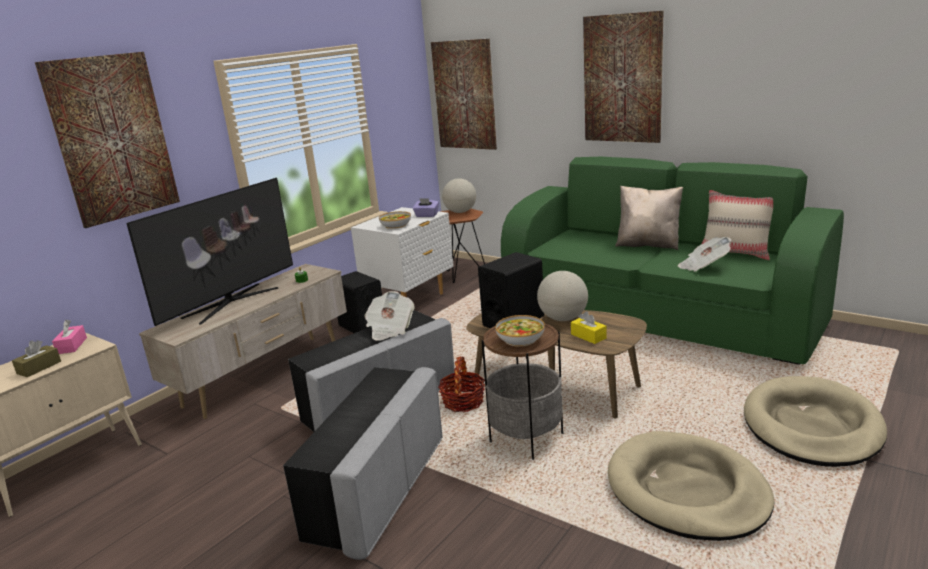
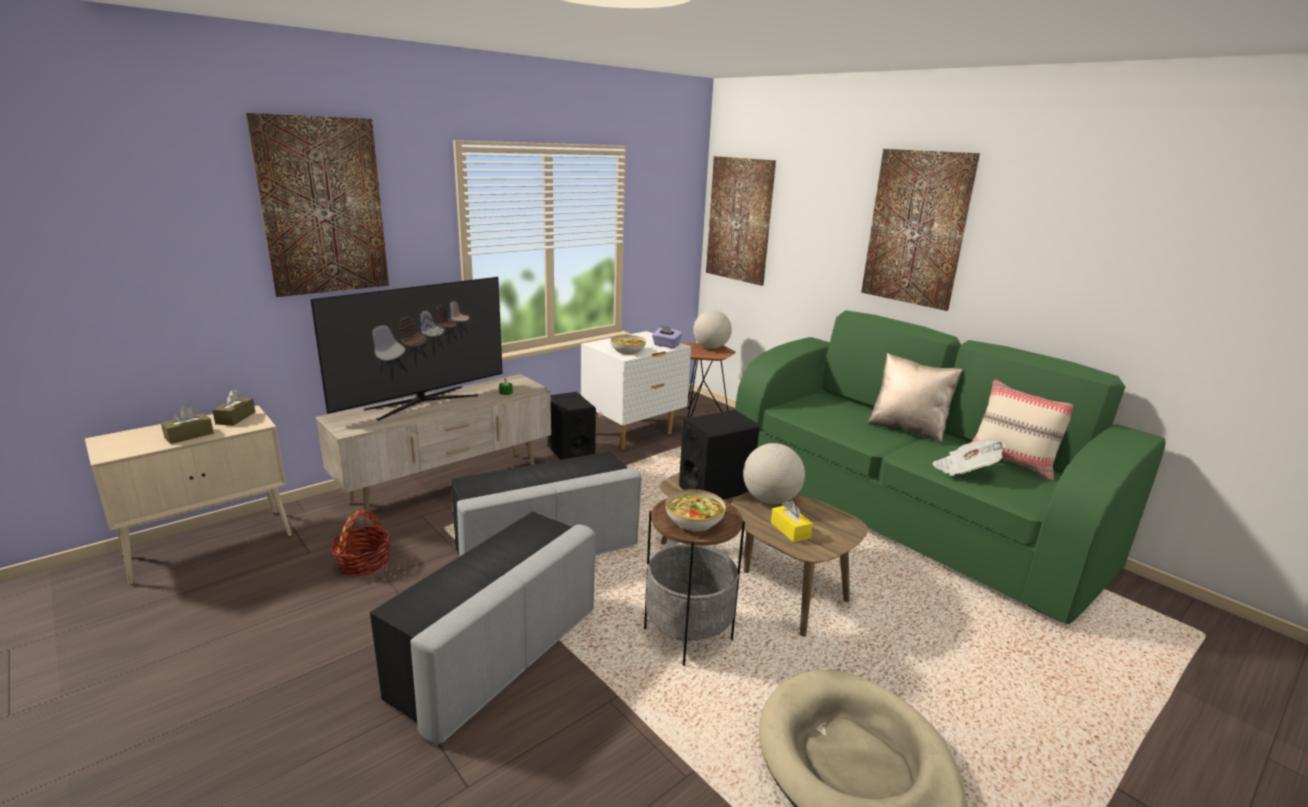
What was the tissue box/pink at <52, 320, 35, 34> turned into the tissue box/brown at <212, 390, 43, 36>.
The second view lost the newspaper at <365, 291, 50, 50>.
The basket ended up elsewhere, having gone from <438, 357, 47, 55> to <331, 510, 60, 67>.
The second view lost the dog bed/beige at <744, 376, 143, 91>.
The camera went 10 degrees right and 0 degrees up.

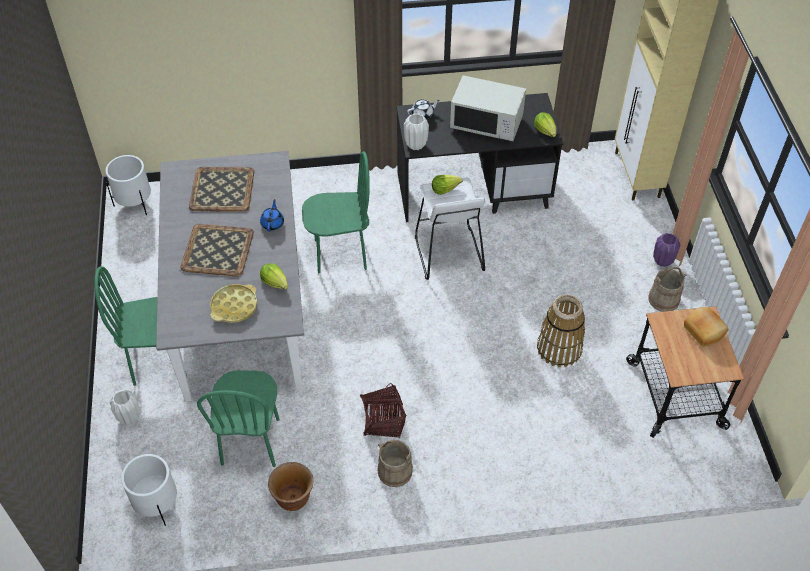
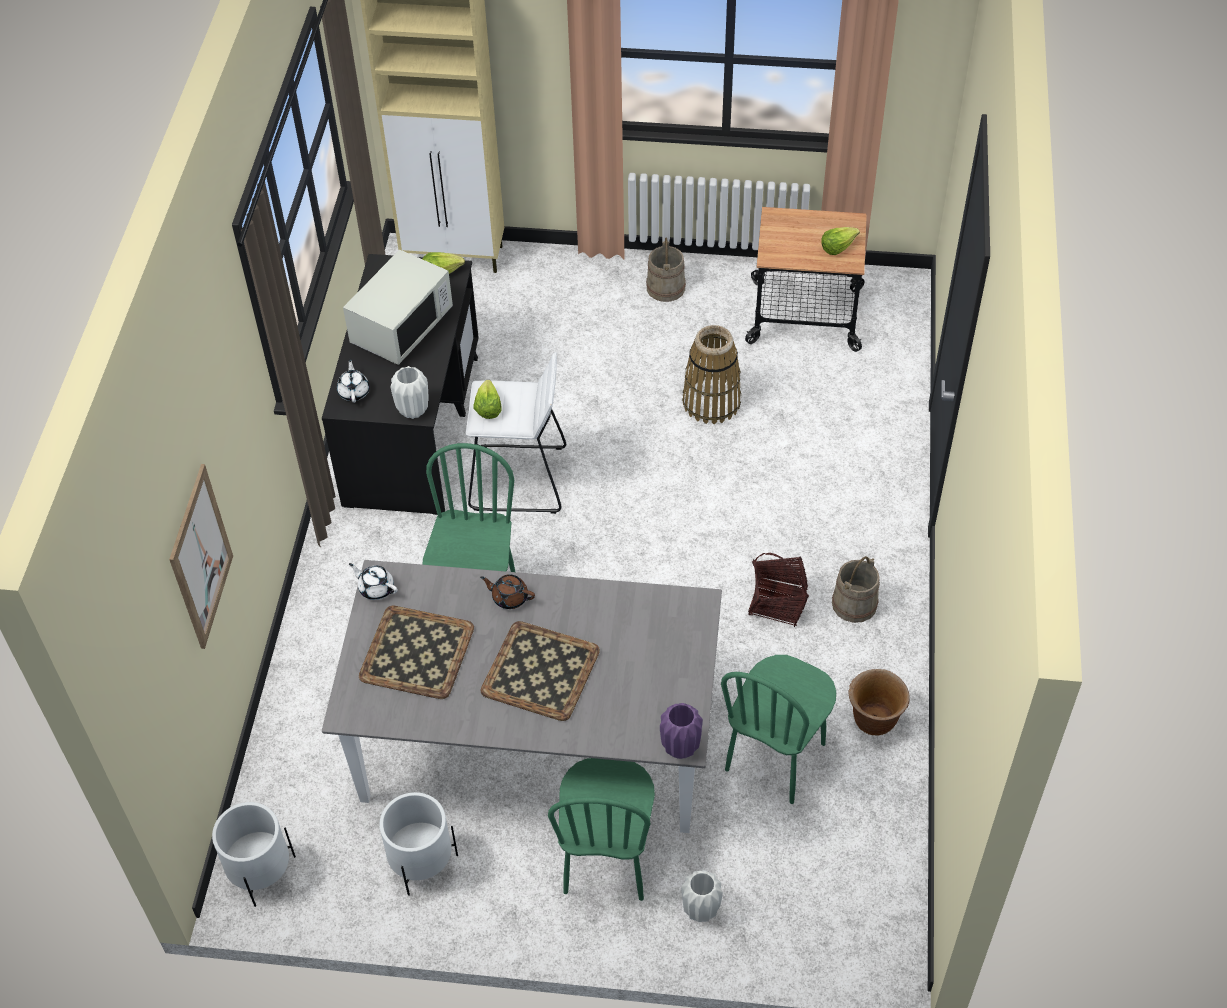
The planter/white ended up elsewhere, having gone from <121, 454, 56, 72> to <380, 792, 78, 104>.
The chair/green at <197, 370, 83, 97> ended up facing another way, 105 degrees clockwise from before.
The second view lost the tray/yellow at <210, 284, 47, 39>.
What was the teapot/blue at <260, 199, 24, 33> turned into the teapot/brown at <480, 574, 55, 35>.
The lettuce ended up elsewhere, having gone from <260, 263, 28, 27> to <821, 227, 39, 28>.
The vase/purple ended up elsewhere, having gone from <653, 233, 27, 34> to <660, 703, 43, 56>.
The second view lost the bread at <684, 307, 44, 39>.
The second view gained the picture at <169, 464, 64, 185>.
The second view gained the teapot/white at <349, 563, 49, 37>.
The camera went 75 degrees left and 0 degrees up.

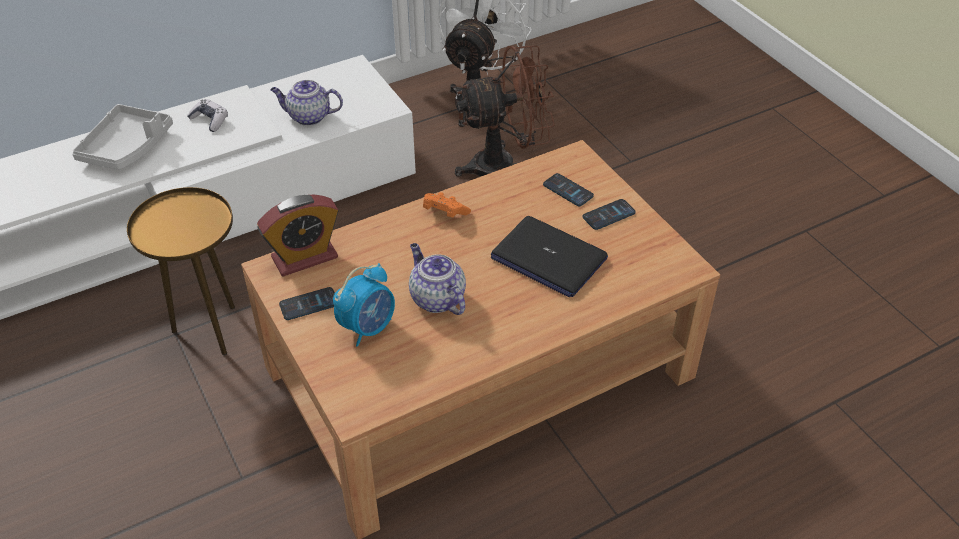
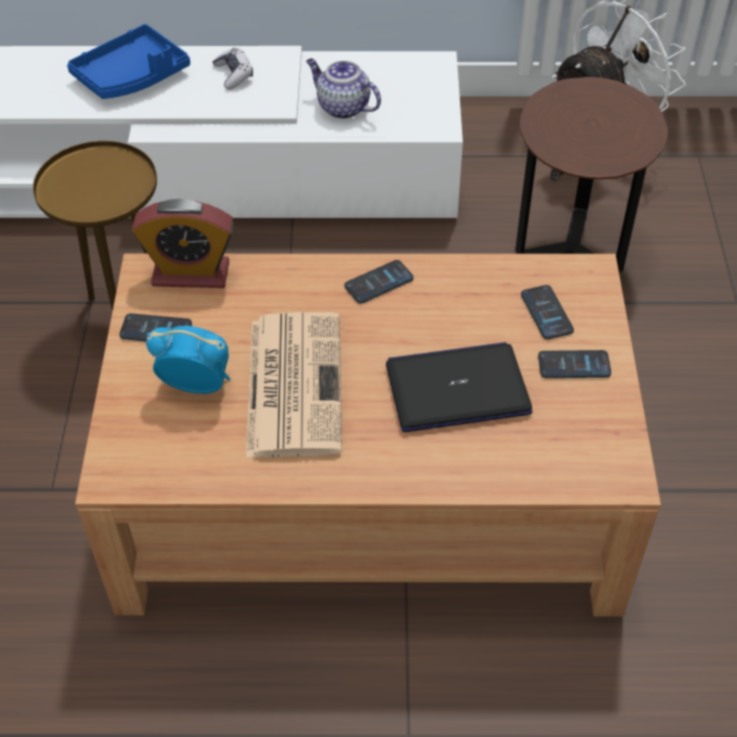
What was the tray/grey at <72, 104, 101, 66> turned into the tray/blue at <67, 24, 123, 75>.
The alarm clock at <333, 263, 62, 84> ended up facing another way, 150 degrees counterclockwise from before.
Where the teapot stood at <409, 243, 57, 72>, the newspaper came to stand at <246, 312, 96, 146>.
Where the game controller/orange stood at <423, 192, 48, 26>, the phone came to stand at <344, 260, 69, 43>.
Where the fan/brown stood at <455, 45, 100, 132>, the side table/brown came to stand at <515, 77, 153, 197>.
The laptop at <491, 216, 117, 81> ended up facing another way, 105 degrees clockwise from before.
The camera went 30 degrees right and 5 degrees up.

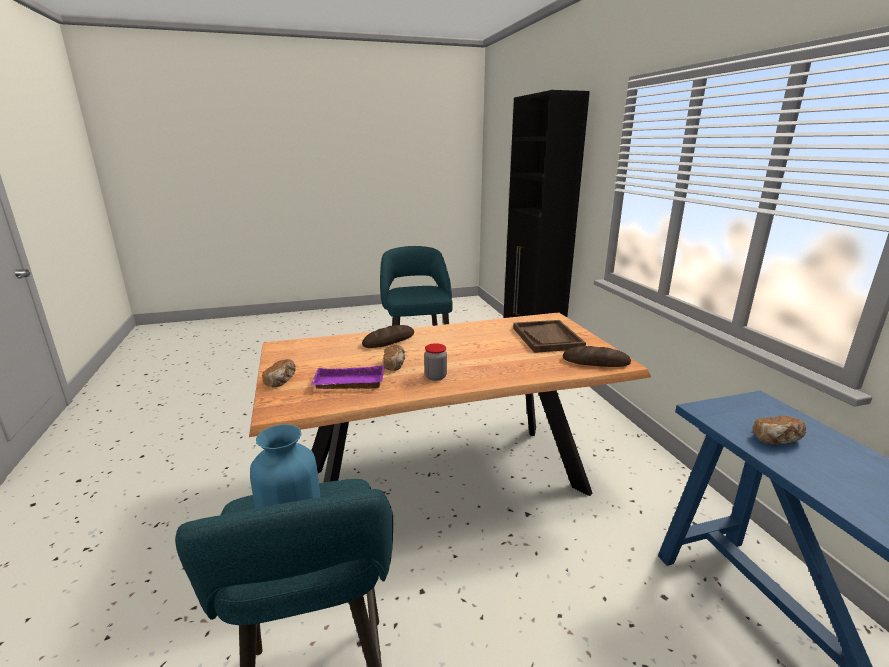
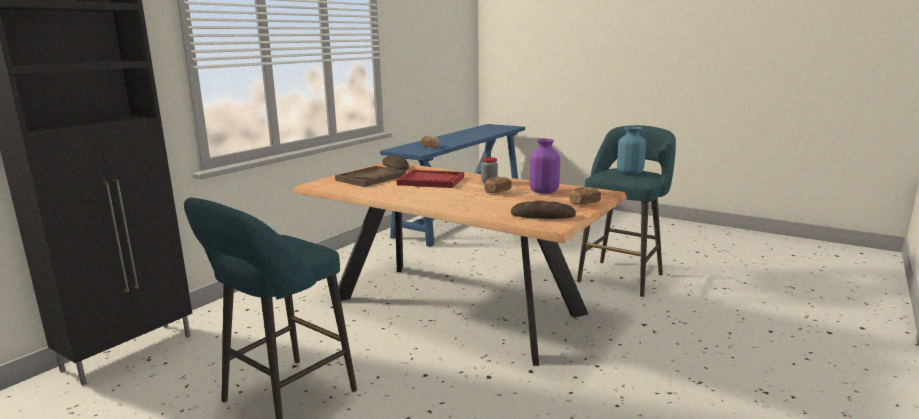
Where the tray/purple stood at <311, 365, 74, 24>, the vase/purple came to stand at <530, 139, 30, 55>.
The bread ended up elsewhere, having gone from <362, 325, 52, 23> to <511, 201, 65, 18>.
The second view gained the tray/red at <397, 170, 67, 18>.
The camera went 130 degrees left and 5 degrees down.

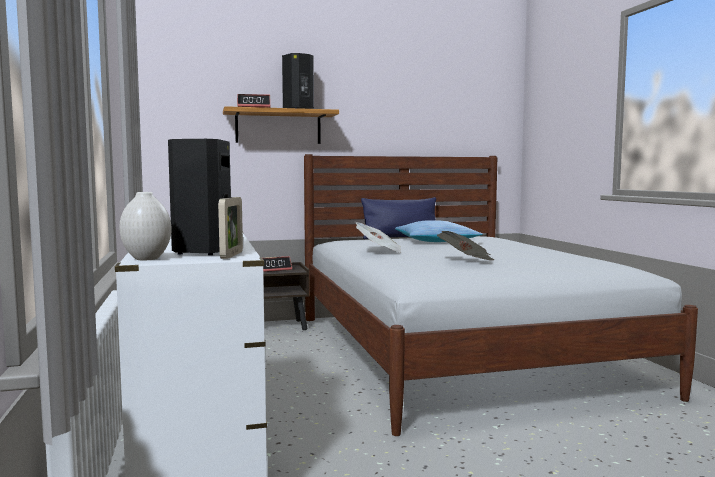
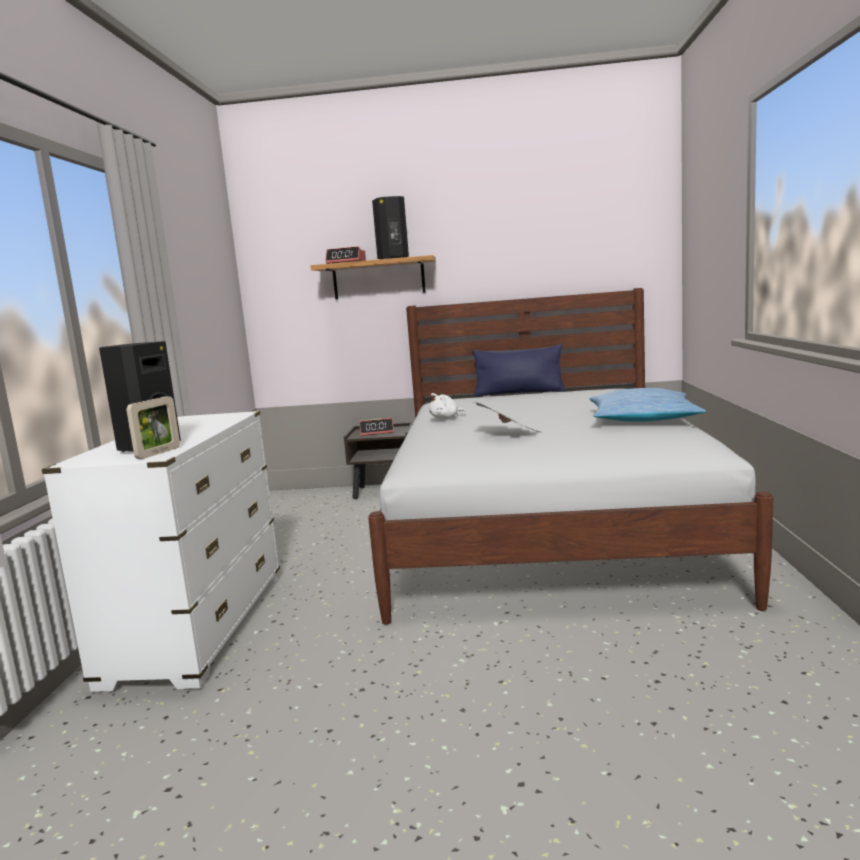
The second view lost the vase/white at <119, 192, 53, 68>.
Where the newspaper stood at <355, 222, 47, 31>, the plush toy/white came to stand at <429, 393, 37, 26>.
The pillow ended up elsewhere, having gone from <395, 220, 88, 22> to <590, 388, 116, 34>.
The camera went 20 degrees right and 5 degrees up.

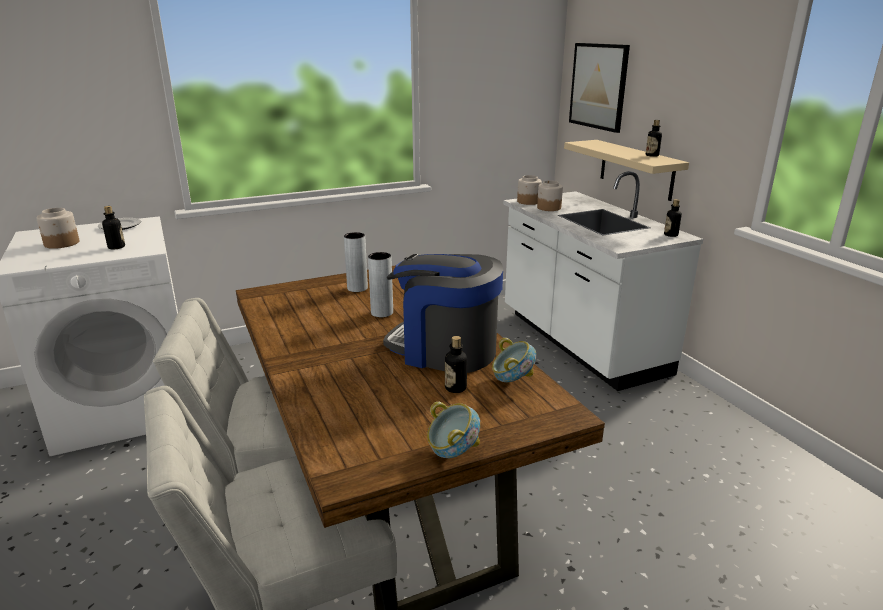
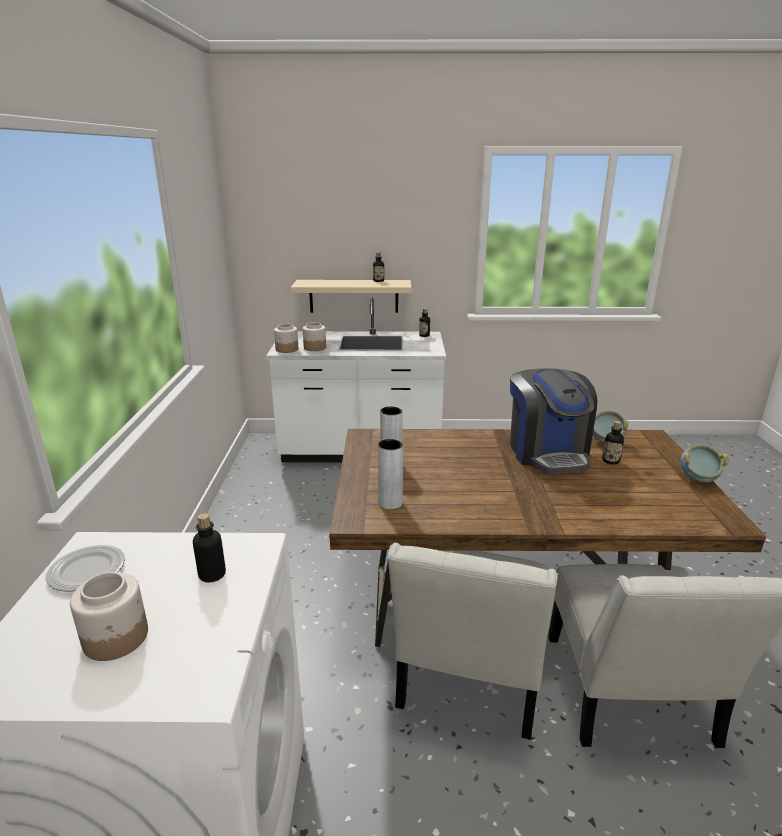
The vase/grey ended up elsewhere, having gone from <368, 252, 25, 65> to <378, 439, 25, 70>.
The coffee machine at <383, 254, 120, 119> ended up facing another way, 60 degrees counterclockwise from before.
The second view lost the picture at <569, 43, 61, 90>.
The camera went 65 degrees left and 0 degrees up.

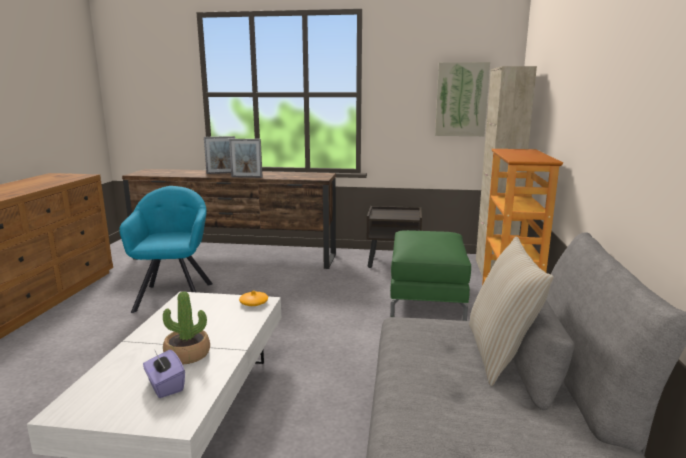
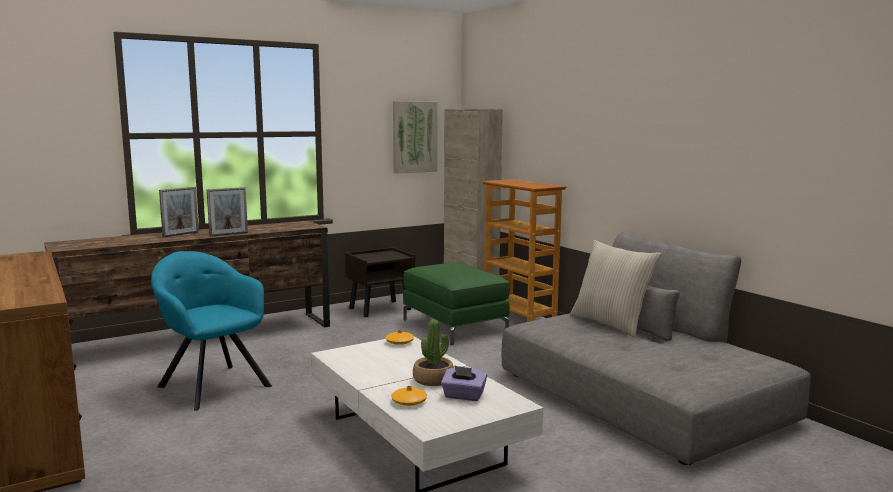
The second view gained the vase/orange at <391, 386, 36, 20>.
The camera went 40 degrees left and 5 degrees down.

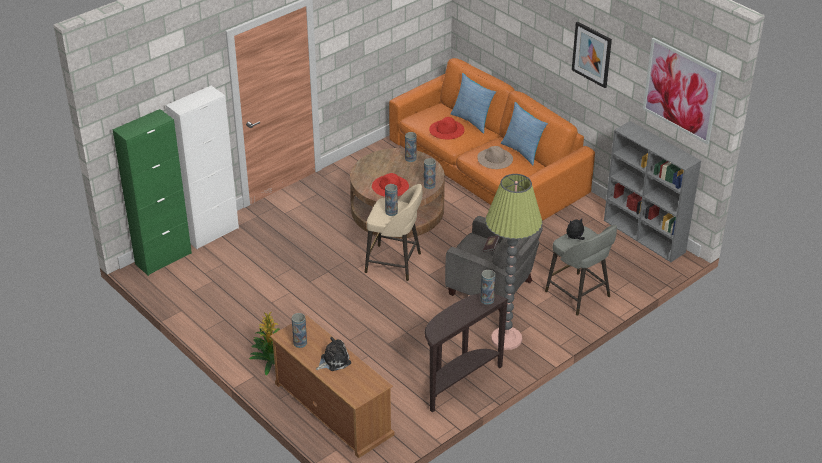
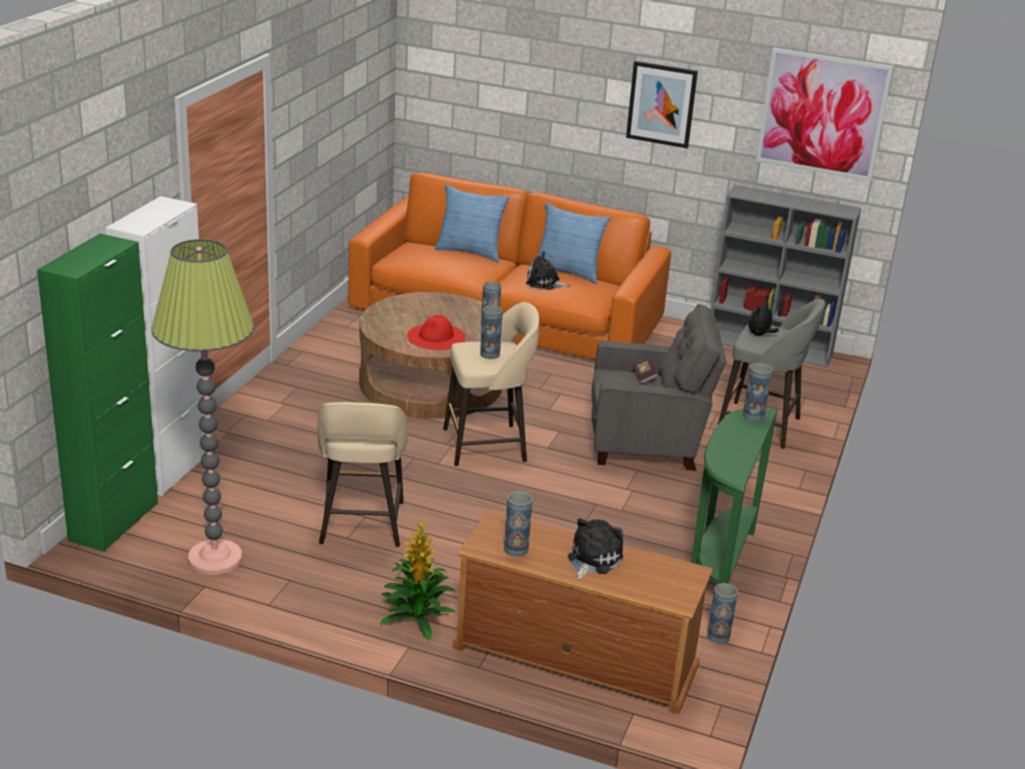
The vase ended up elsewhere, having gone from <405, 132, 12, 30> to <707, 583, 31, 61>.
What was the console table/brown at <425, 293, 83, 119> turned into the console table/green at <691, 408, 87, 176>.
The second view lost the hat/red at <429, 117, 35, 22>.
Where the hat/beige stood at <477, 146, 36, 23>, the plush toy came to stand at <526, 251, 45, 39>.
The floor lamp ended up elsewhere, having gone from <485, 174, 57, 176> to <152, 239, 102, 336>.
The second view gained the stool/beige at <317, 402, 91, 145>.
The camera went 30 degrees left and 10 degrees down.

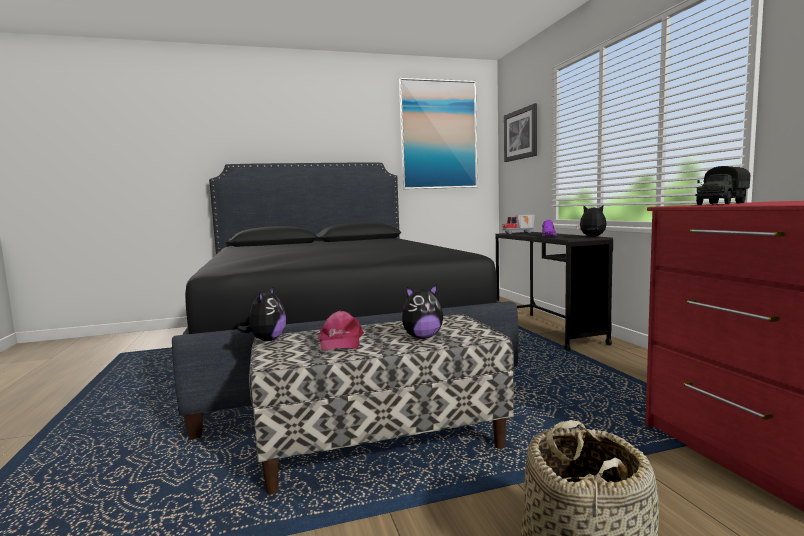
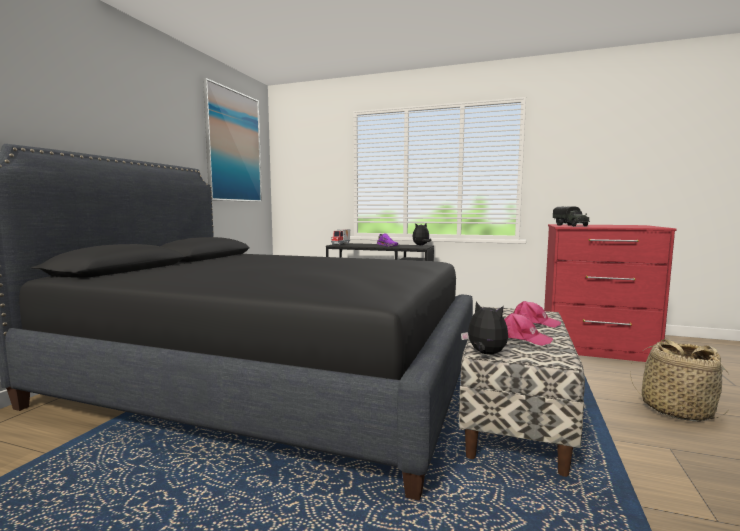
Where the plush toy stood at <402, 284, 41, 55>, the cap/pink came to stand at <514, 301, 47, 27>.
The second view lost the picture at <504, 103, 33, 59>.
The camera went 55 degrees left and 0 degrees up.

